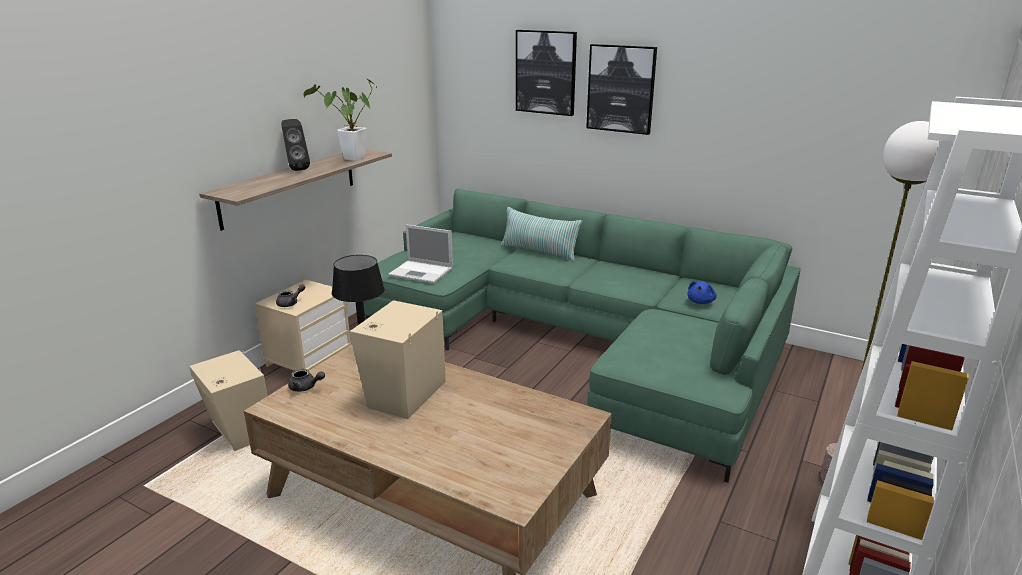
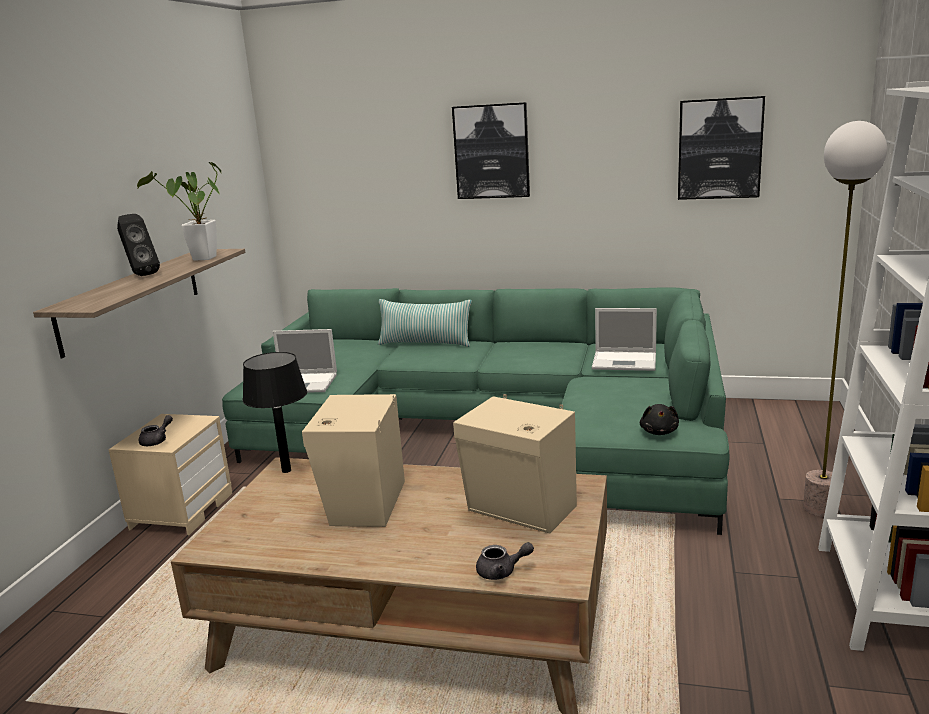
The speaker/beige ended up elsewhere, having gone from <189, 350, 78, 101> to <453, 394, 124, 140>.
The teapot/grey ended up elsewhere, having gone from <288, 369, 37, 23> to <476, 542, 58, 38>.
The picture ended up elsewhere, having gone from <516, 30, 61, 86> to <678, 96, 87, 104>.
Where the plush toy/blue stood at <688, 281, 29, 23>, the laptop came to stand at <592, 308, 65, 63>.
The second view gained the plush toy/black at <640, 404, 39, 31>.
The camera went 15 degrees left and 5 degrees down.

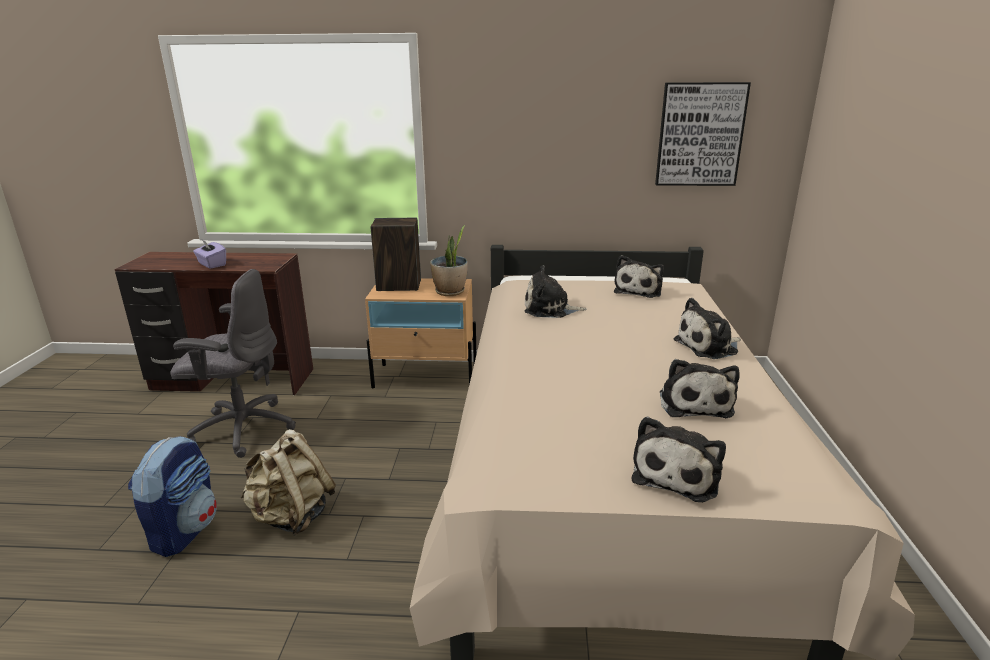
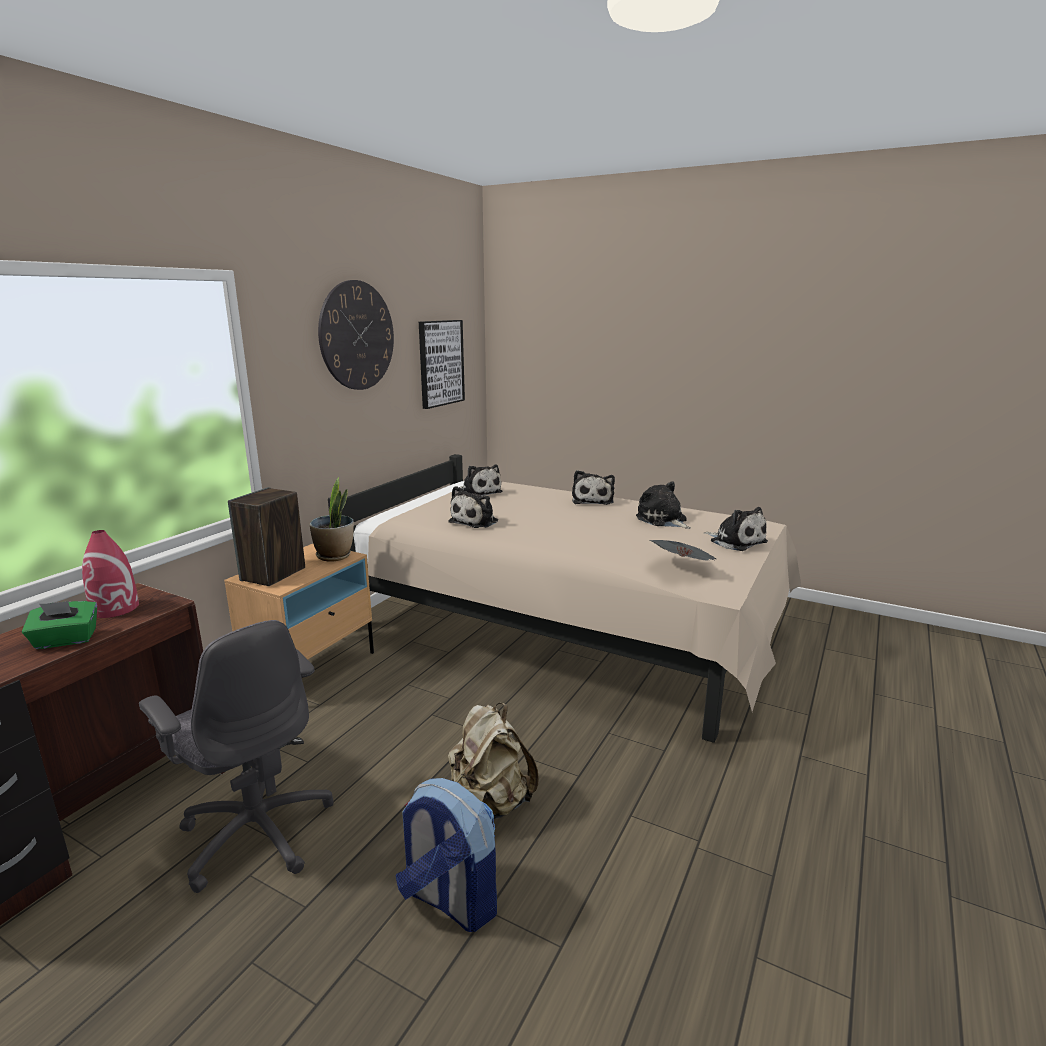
The office chair/grey at <170, 269, 126, 189> ended up facing another way, 105 degrees clockwise from before.
What was the tissue box/purple at <193, 240, 33, 29> turned into the tissue box/green at <22, 601, 75, 48>.
The plush toy at <660, 359, 80, 59> ended up facing another way, 150 degrees counterclockwise from before.
The second view gained the vase/red at <82, 530, 57, 88>.
The second view gained the wall clock at <318, 280, 76, 110>.
The second view gained the newspaper at <649, 540, 67, 21>.
The camera went 65 degrees left and 5 degrees down.

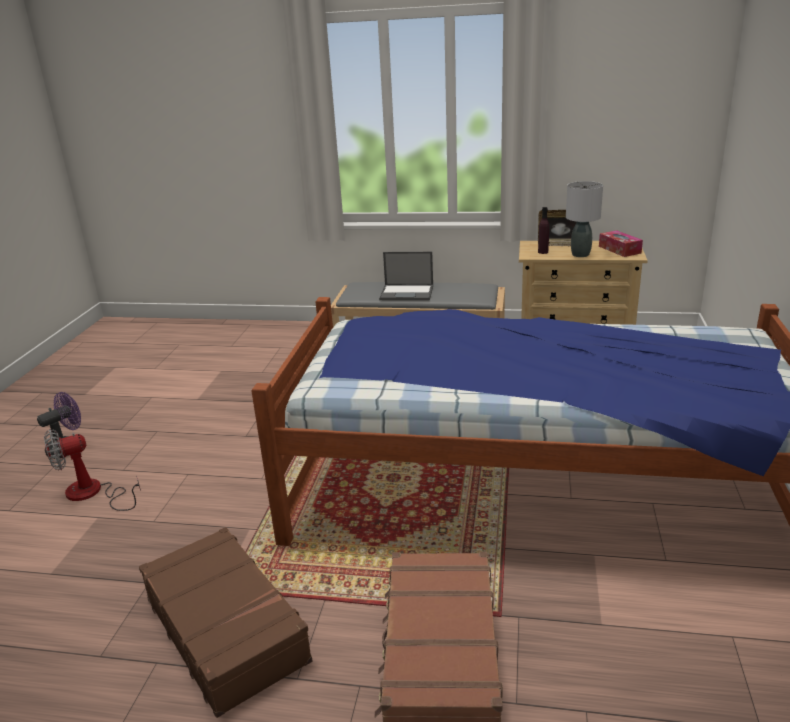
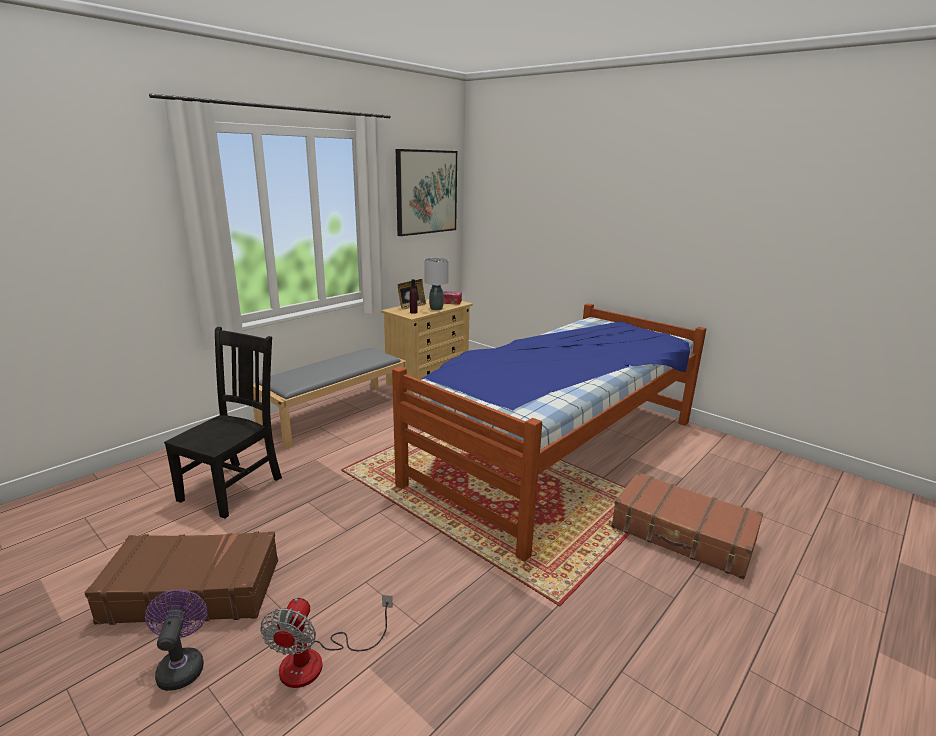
The suitcase/brown ended up elsewhere, having gone from <139, 527, 174, 191> to <85, 531, 193, 94>.
The second view lost the laptop at <379, 252, 54, 49>.
The second view gained the chair/black at <164, 327, 118, 192>.
The second view gained the picture at <396, 149, 61, 87>.
The camera went 60 degrees left and 5 degrees down.

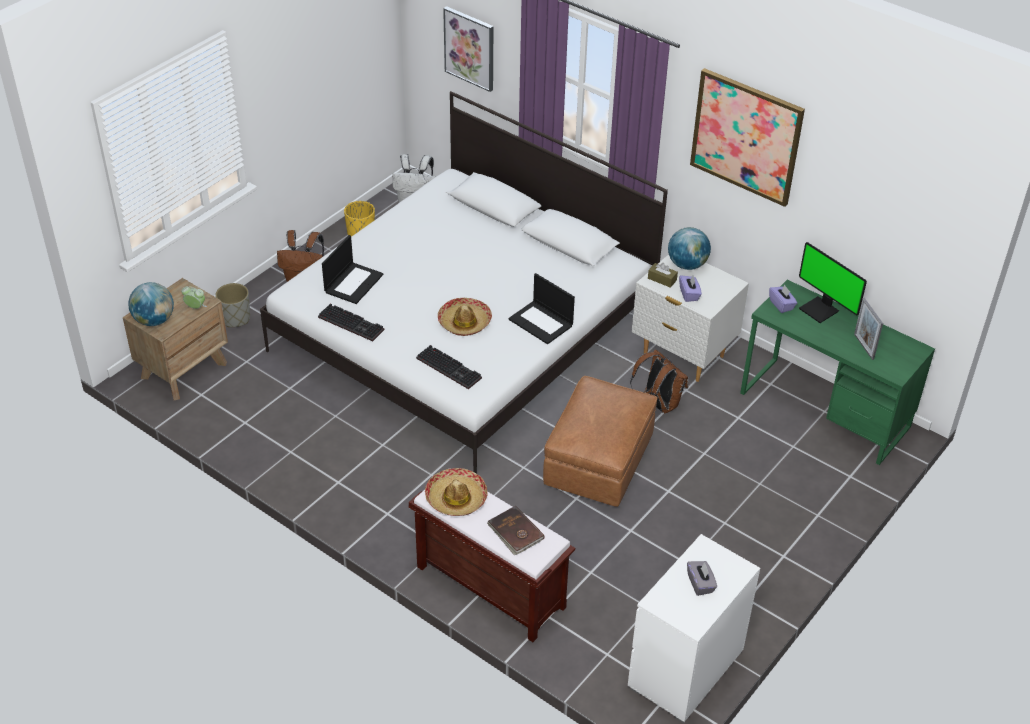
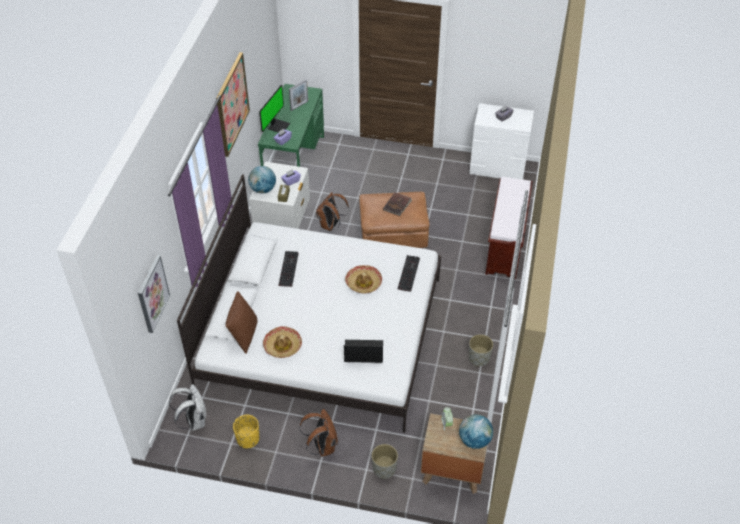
The keyboard ended up elsewhere, having gone from <318, 303, 66, 38> to <279, 251, 20, 36>.
The hat ended up elsewhere, having gone from <425, 468, 63, 48> to <263, 326, 39, 32>.
The book/brown ended up elsewhere, having gone from <487, 506, 58, 49> to <383, 192, 29, 24>.
The second view lost the laptop at <509, 273, 66, 71>.
The second view gained the pillow/brown at <226, 291, 31, 63>.
The second view gained the planter/grey at <469, 334, 24, 33>.
The camera went 115 degrees left and 5 degrees up.

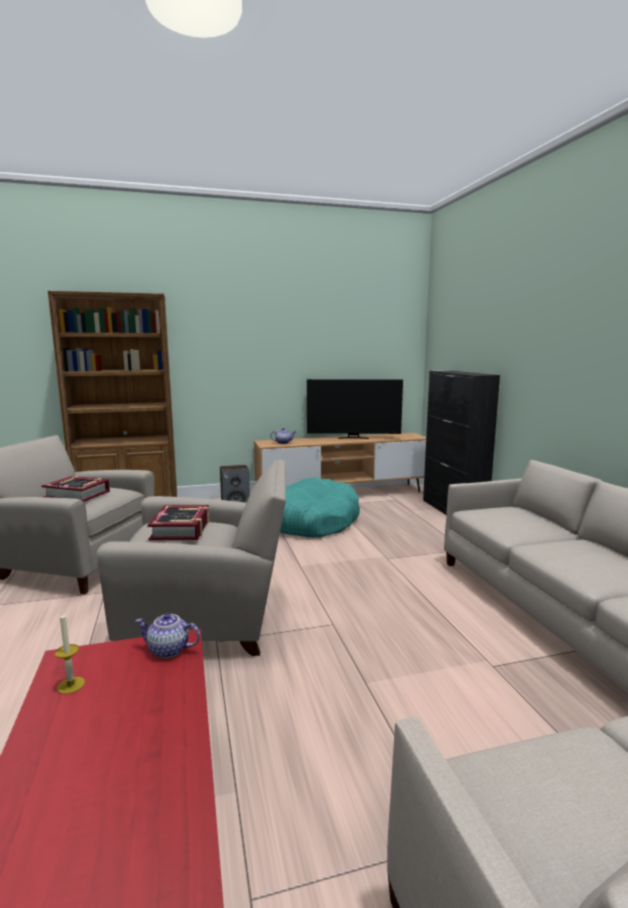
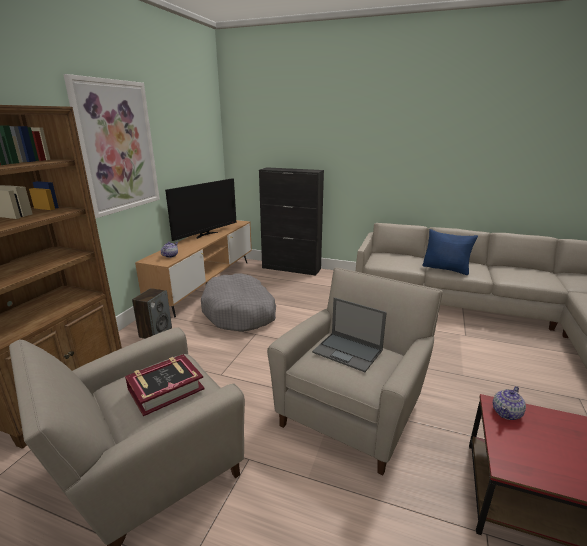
The second view lost the candle at <55, 612, 30, 82>.
Where the book stood at <148, 505, 61, 35>, the laptop came to stand at <312, 297, 75, 75>.
What was the dog bed/turquoise at <280, 477, 80, 61> turned into the dog bed/grey at <201, 273, 75, 59>.
The second view gained the picture at <63, 74, 97, 144>.
The second view gained the pillow/blue at <423, 229, 55, 46>.
The camera went 55 degrees left and 10 degrees up.

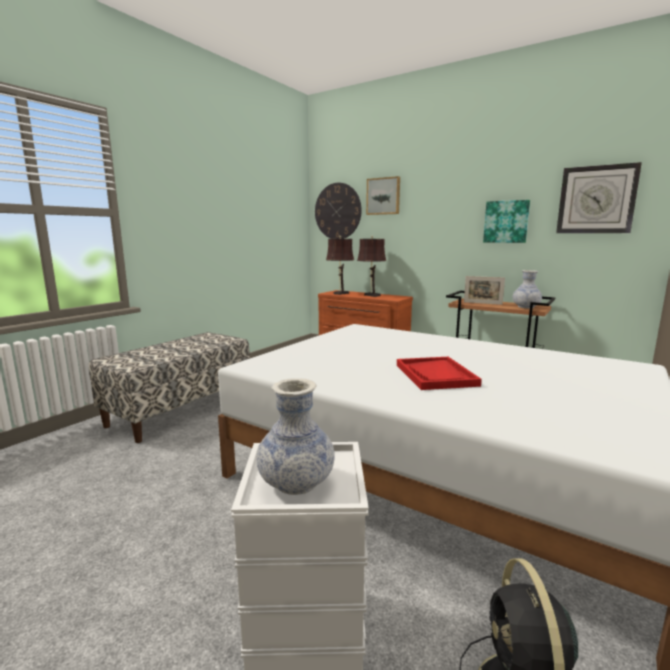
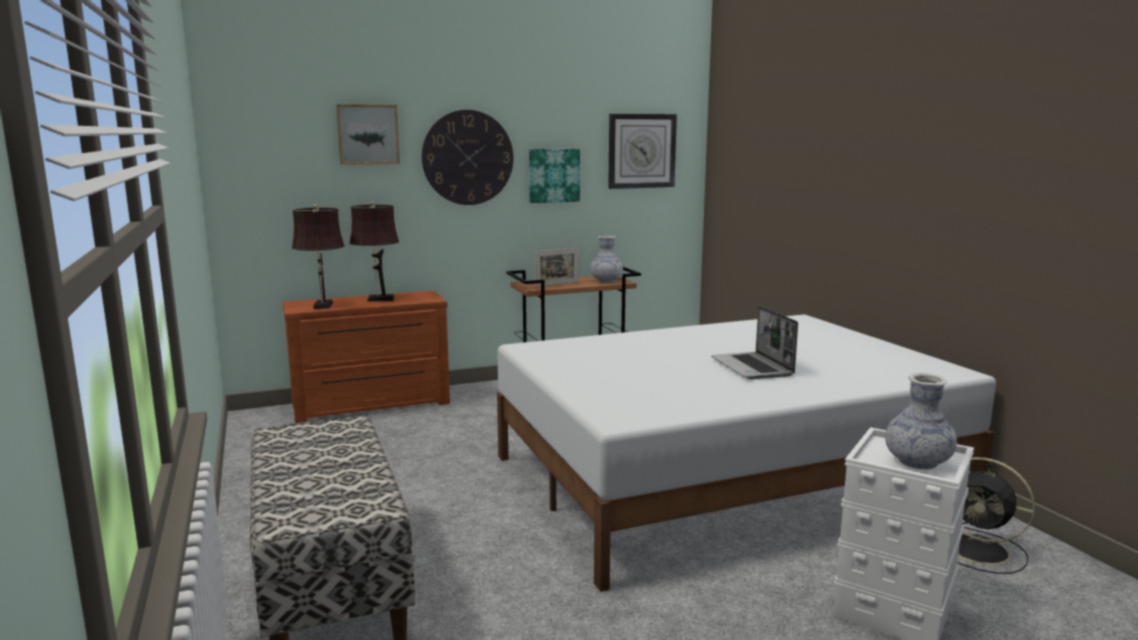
The wall clock ended up elsewhere, having gone from <315, 183, 47, 56> to <422, 110, 92, 95>.
Where the tray/red stood at <397, 357, 85, 33>, the laptop came to stand at <711, 306, 87, 73>.
The camera went 55 degrees left and 0 degrees up.

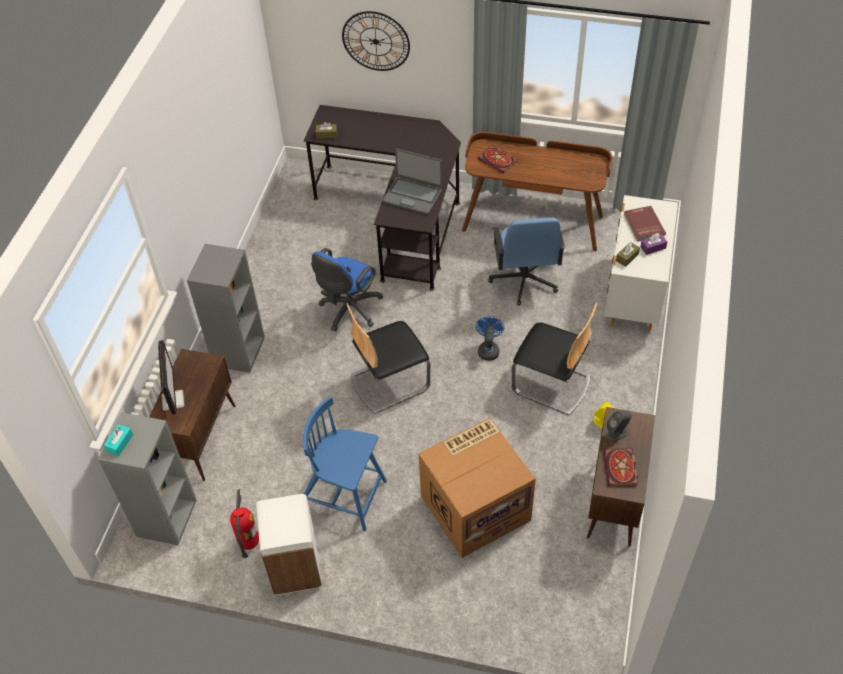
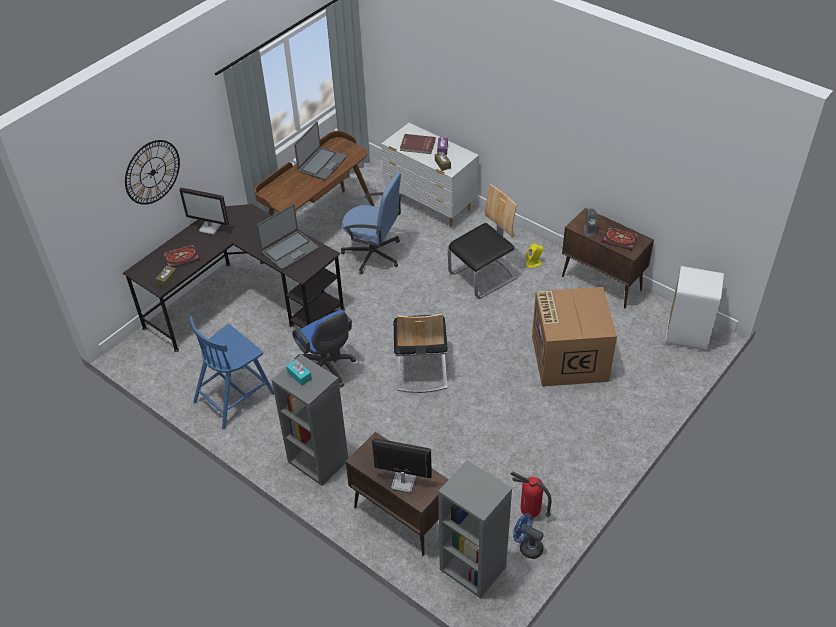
The tissue box/turquoise ended up elsewhere, having gone from <104, 424, 29, 32> to <286, 360, 26, 26>.
The trash can/white ended up elsewhere, having gone from <256, 494, 66, 101> to <665, 266, 59, 85>.
The chair/blue ended up elsewhere, having gone from <303, 396, 84, 135> to <190, 316, 84, 114>.
The fan/blue ended up elsewhere, having gone from <476, 317, 28, 44> to <513, 513, 31, 46>.
The book ended up elsewhere, having gone from <478, 145, 40, 28> to <163, 244, 37, 24>.
The second view gained the monitor at <179, 187, 50, 48>.
The second view gained the laptop at <294, 122, 53, 58>.
The camera went 65 degrees left and 5 degrees down.

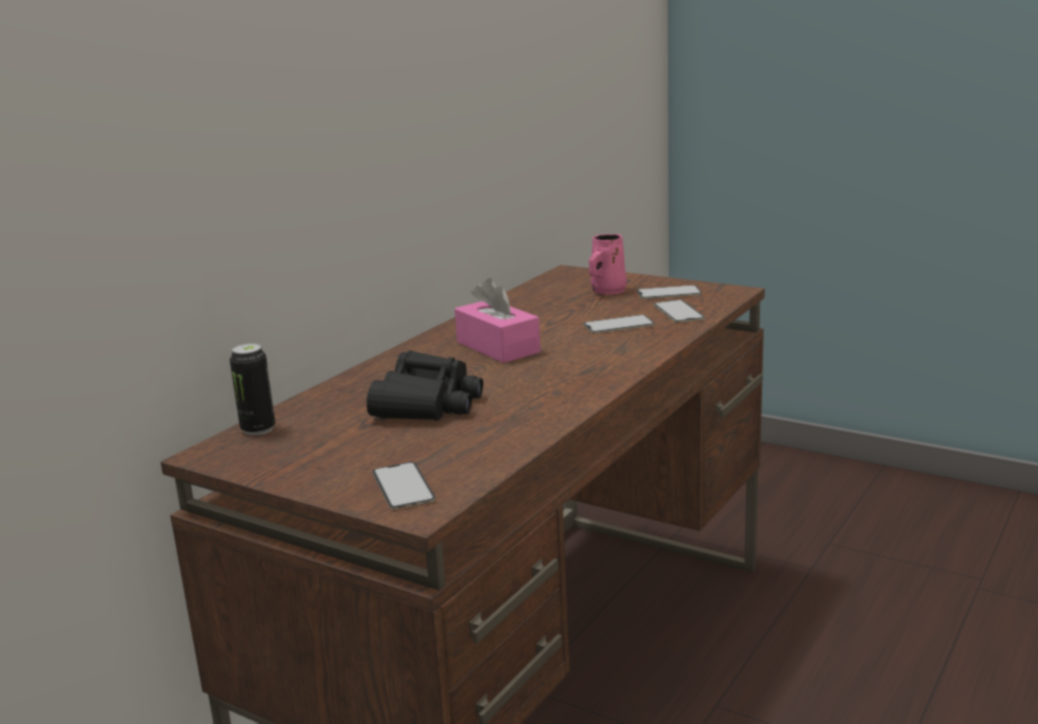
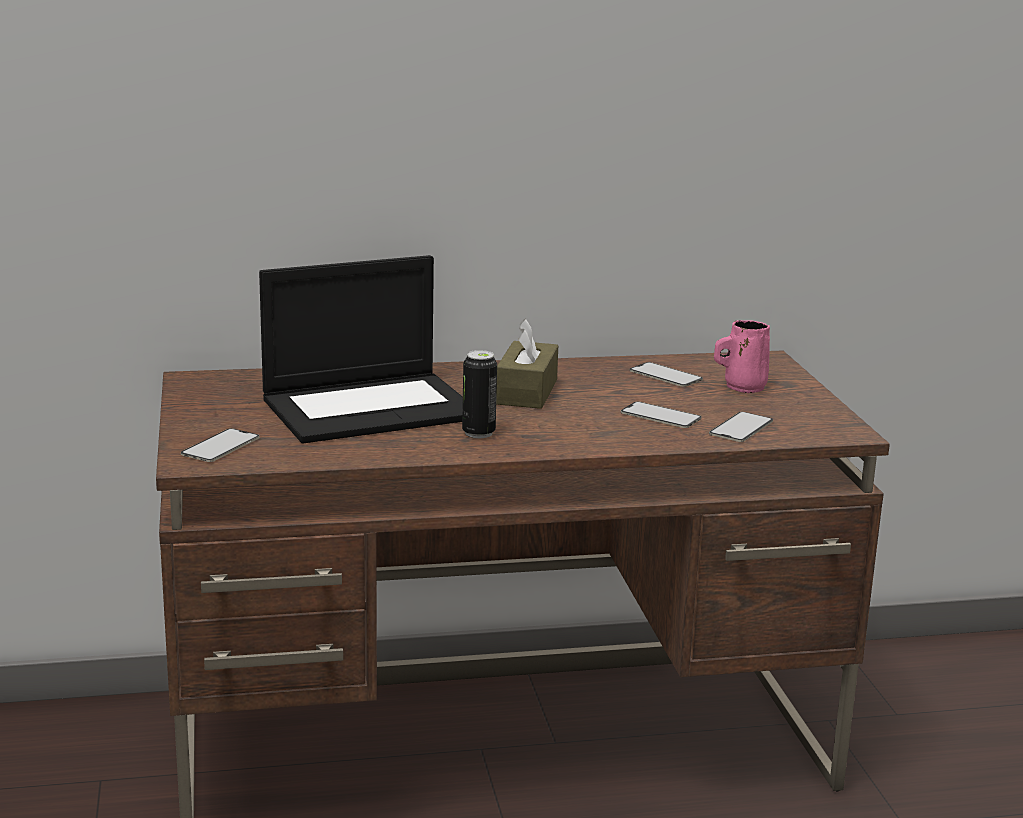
The can ended up elsewhere, having gone from <230, 343, 45, 93> to <462, 350, 35, 88>.
Where the binoculars/black stood at <367, 350, 116, 71>, the laptop came to stand at <259, 255, 204, 188>.
What was the tissue box/pink at <455, 278, 86, 85> turned into the tissue box/brown at <496, 319, 62, 90>.
The phone ended up elsewhere, having gone from <637, 285, 65, 14> to <630, 362, 73, 25>.
The camera went 45 degrees right and 0 degrees up.

